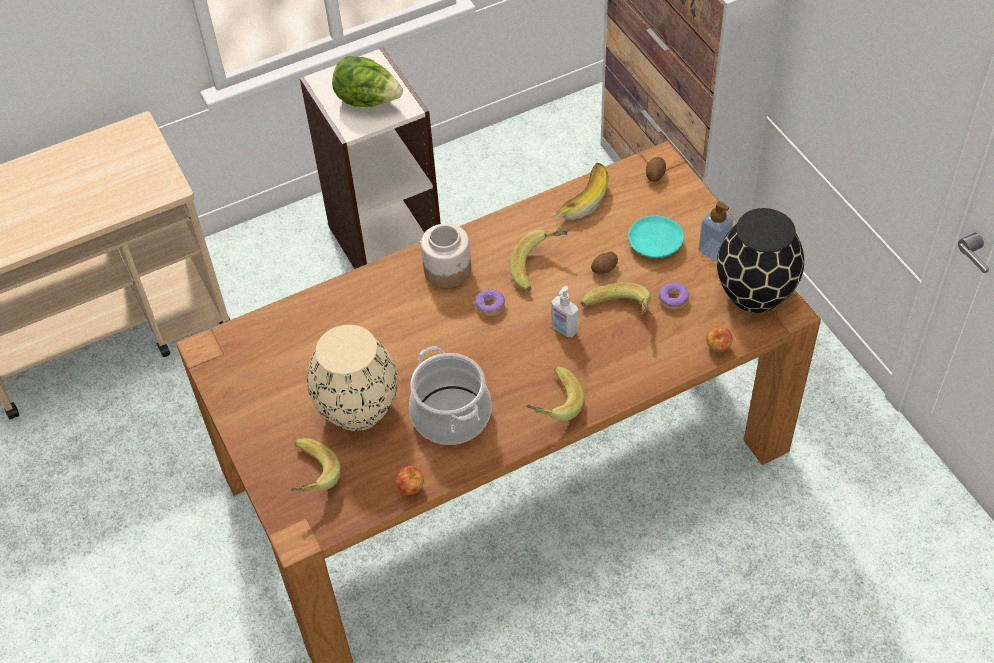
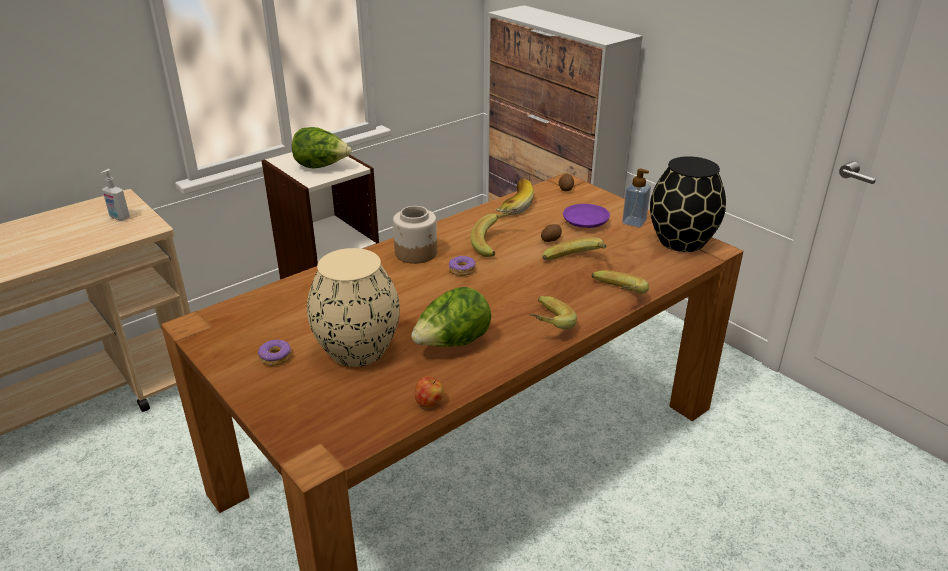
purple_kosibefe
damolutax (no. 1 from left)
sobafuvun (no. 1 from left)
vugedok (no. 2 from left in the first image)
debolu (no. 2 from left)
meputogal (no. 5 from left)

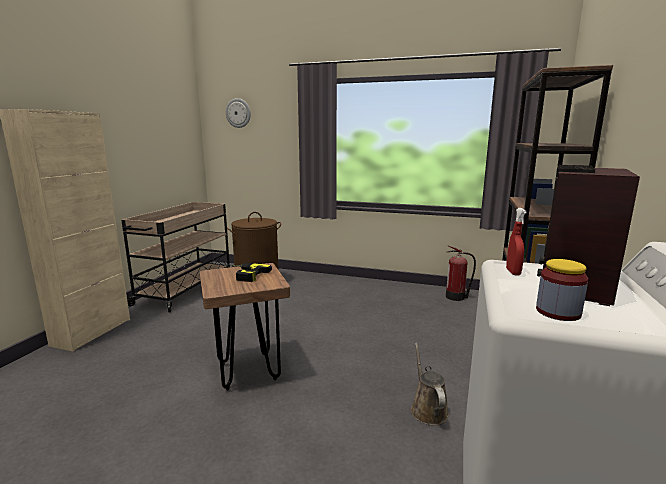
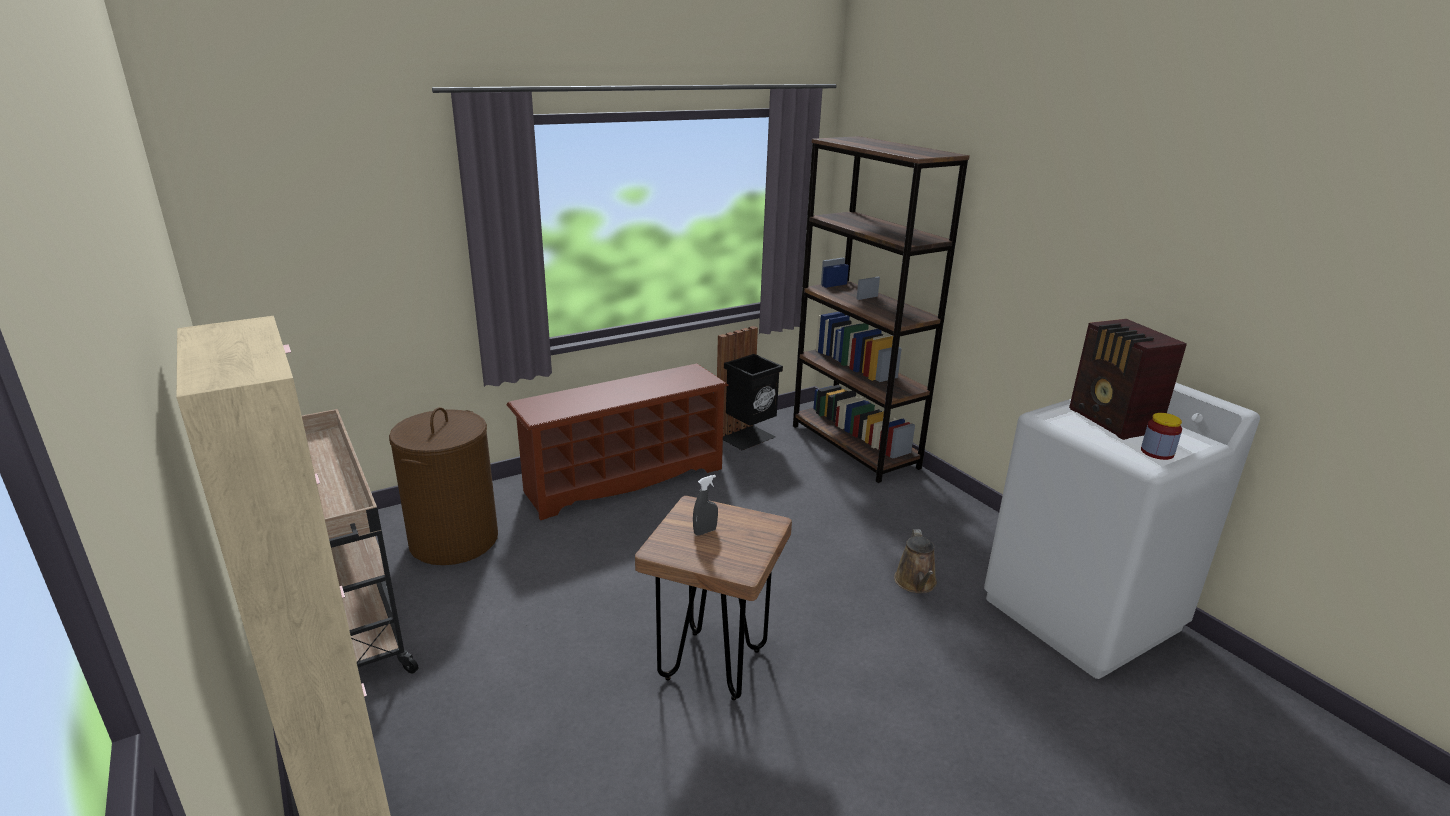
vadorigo
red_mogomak
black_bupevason
grey_mogomak
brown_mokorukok
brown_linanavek

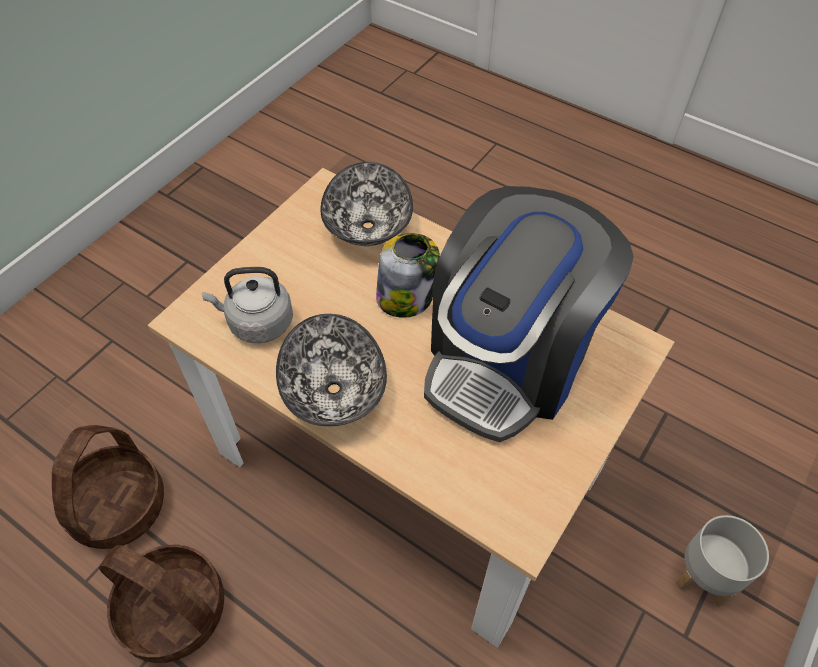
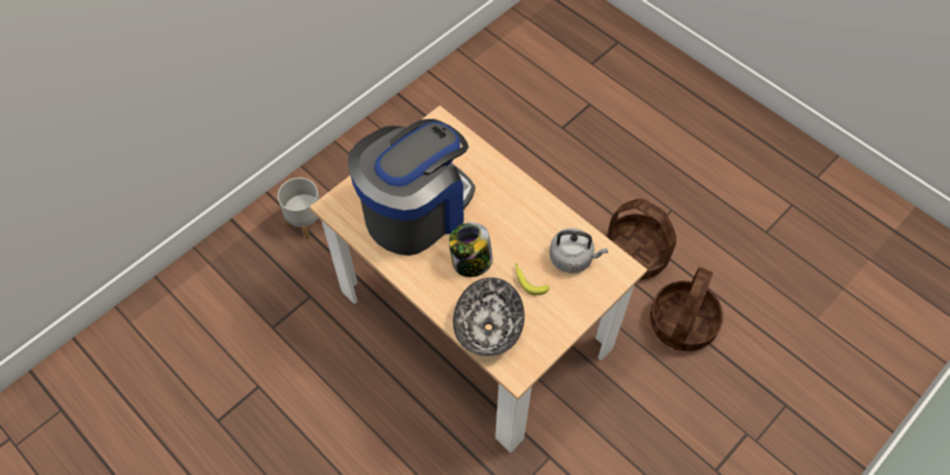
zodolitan (no. 1 from left in the first image)
meputogal

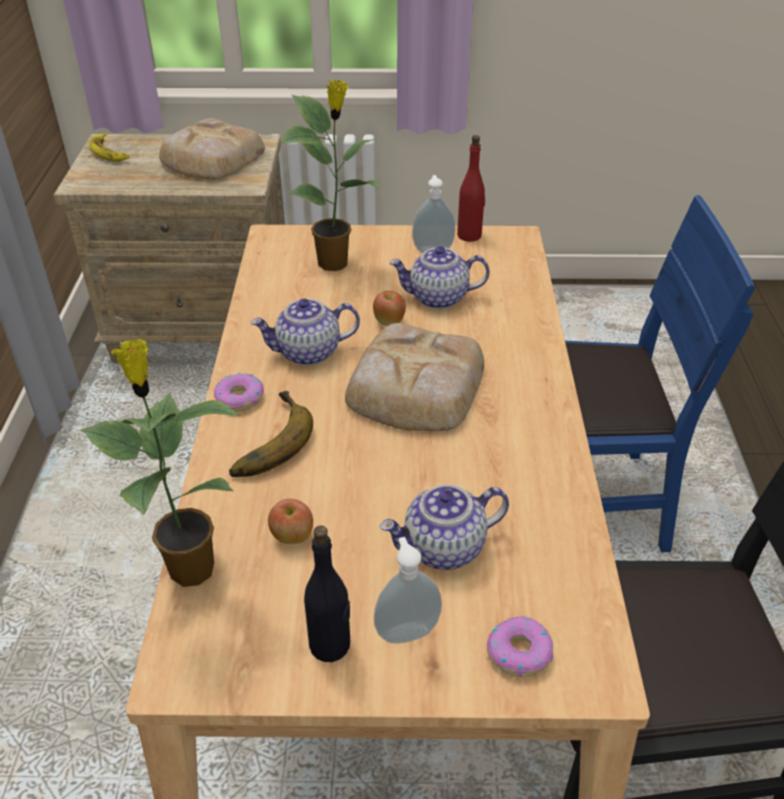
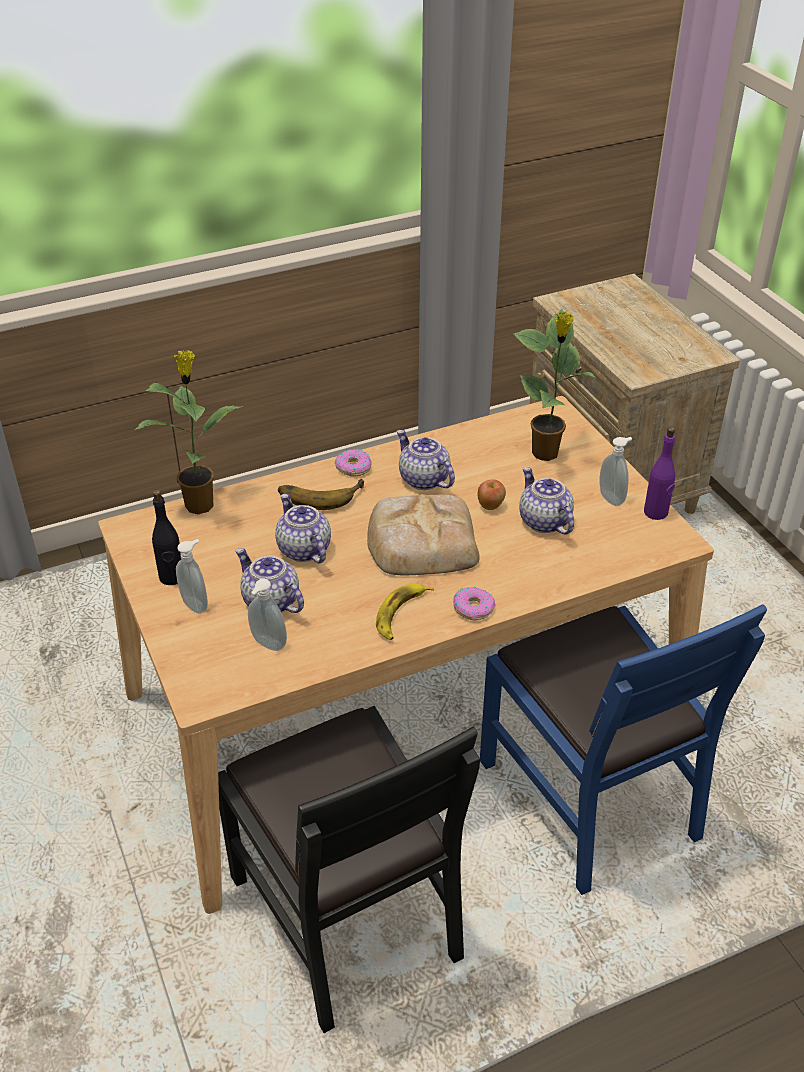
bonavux (no. 1 from left in the first image)
meputogal (no. 2 from left)
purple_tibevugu
vugedok (no. 1 from left in the first image)
damolutax (no. 2 from left)
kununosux (no. 2 from left)
sobafuvun (no. 2 from left)

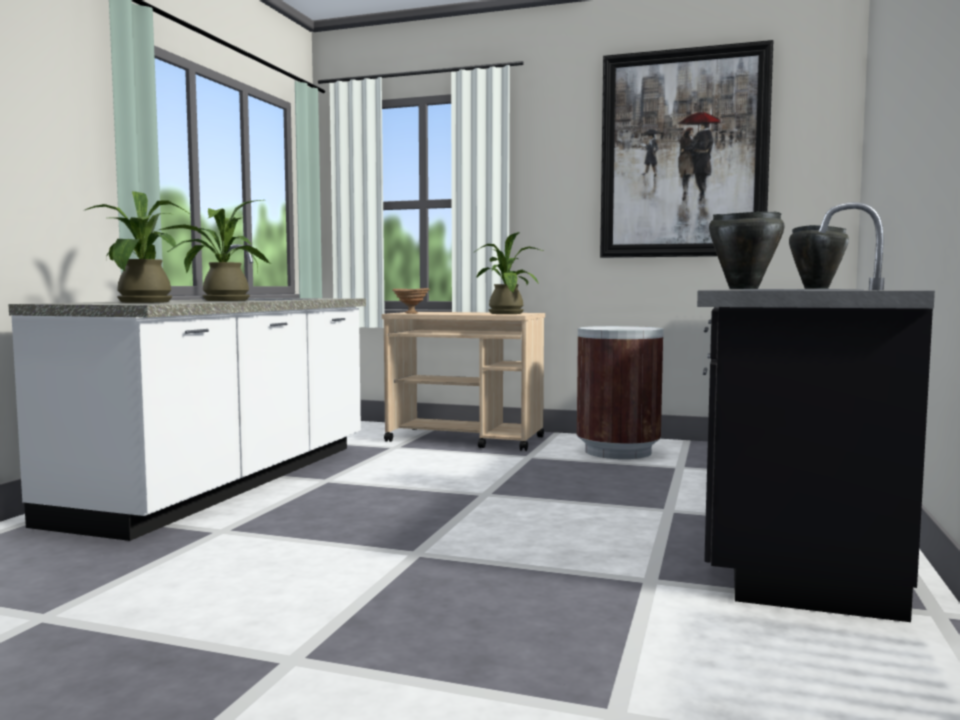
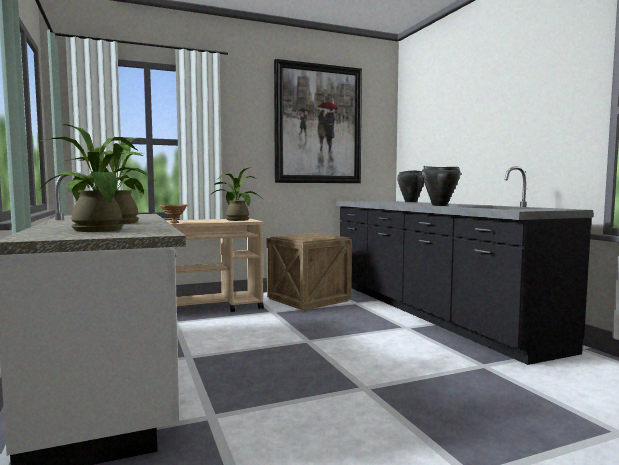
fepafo

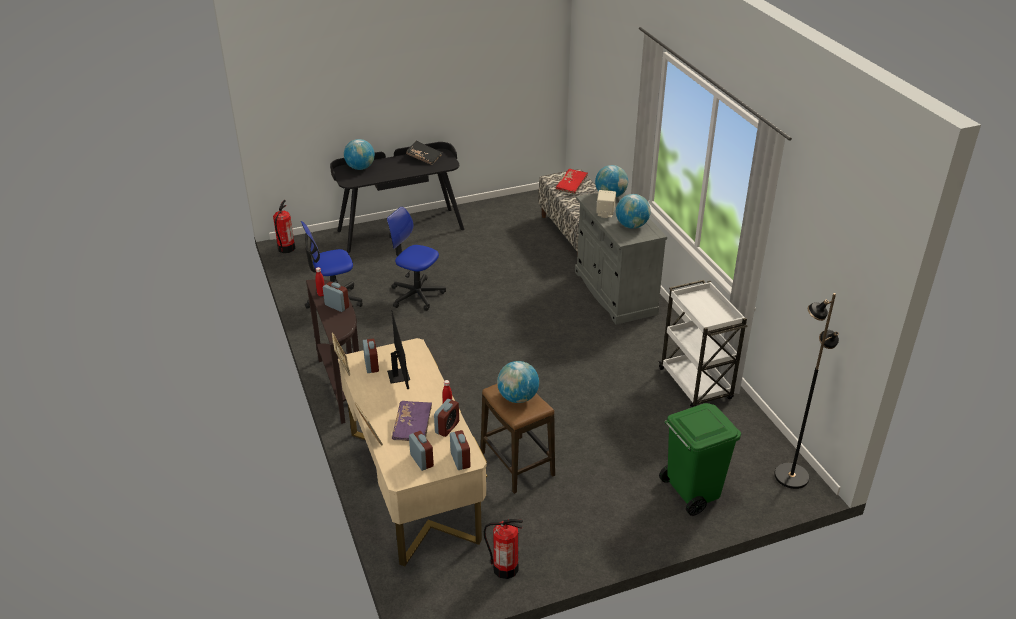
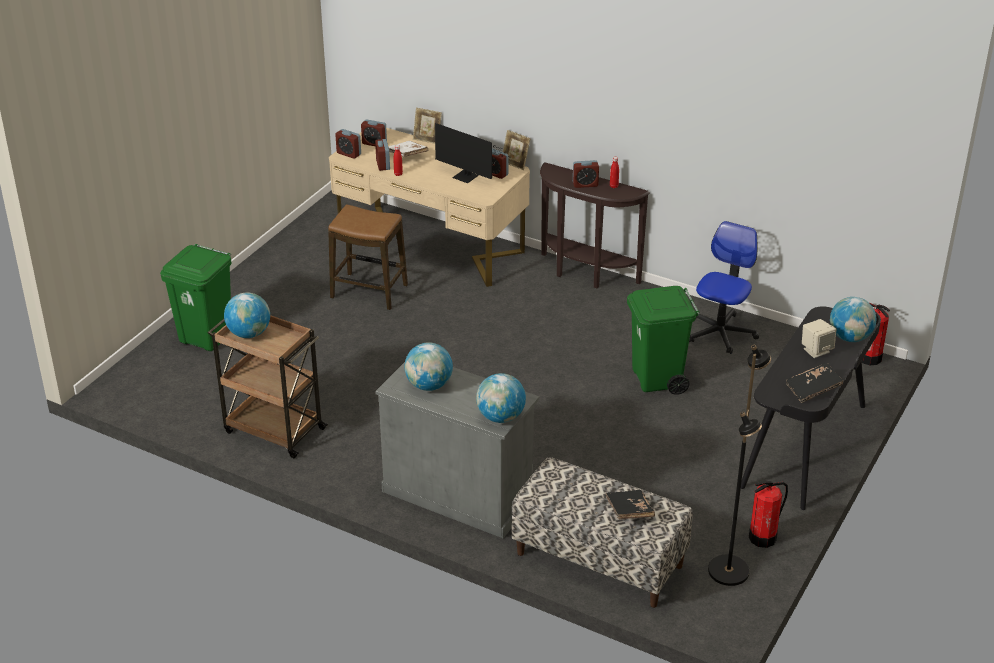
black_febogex (no. 1 from left)
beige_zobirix
green_bupevason (no. 2 from left)
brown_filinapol
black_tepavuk
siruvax (no. 1 from left)
white_febogex
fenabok (no. 1 from left)

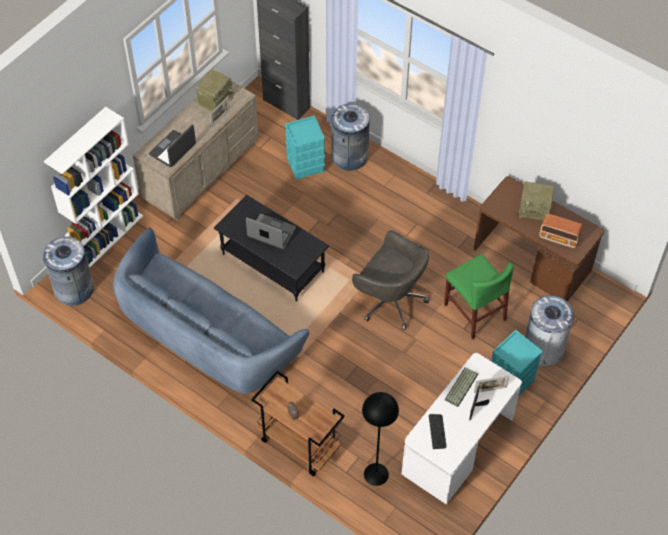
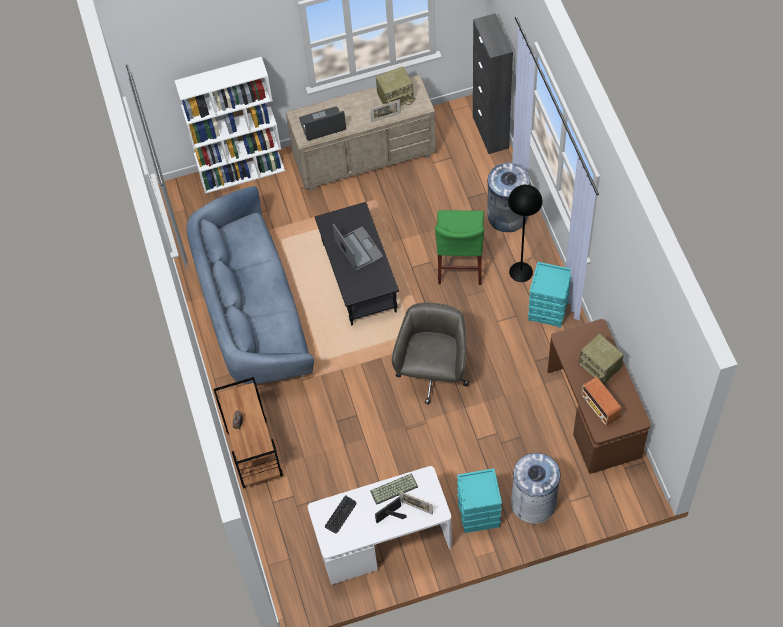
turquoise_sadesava (no. 2 from left)
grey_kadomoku
grey_bupevason (no. 1 from left in the first image)
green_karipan
black_tepavuk

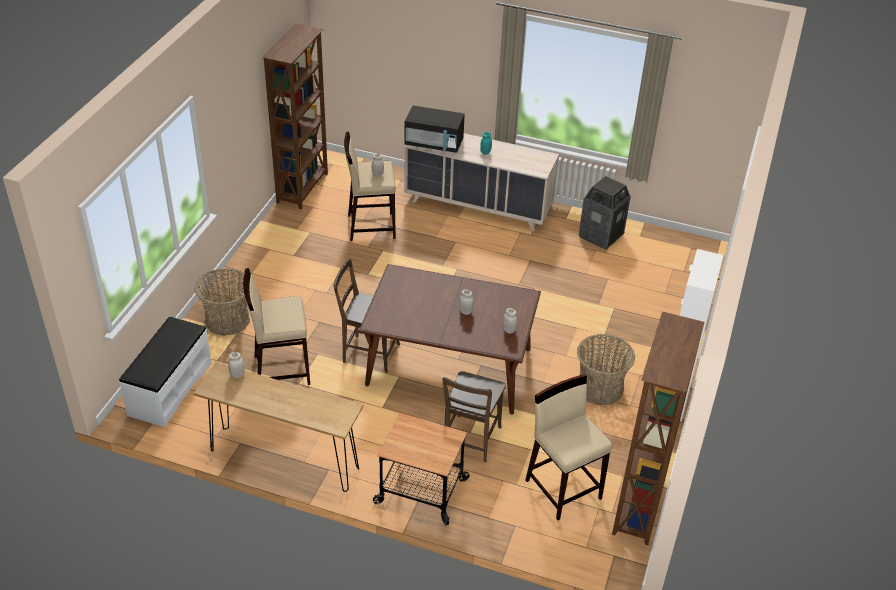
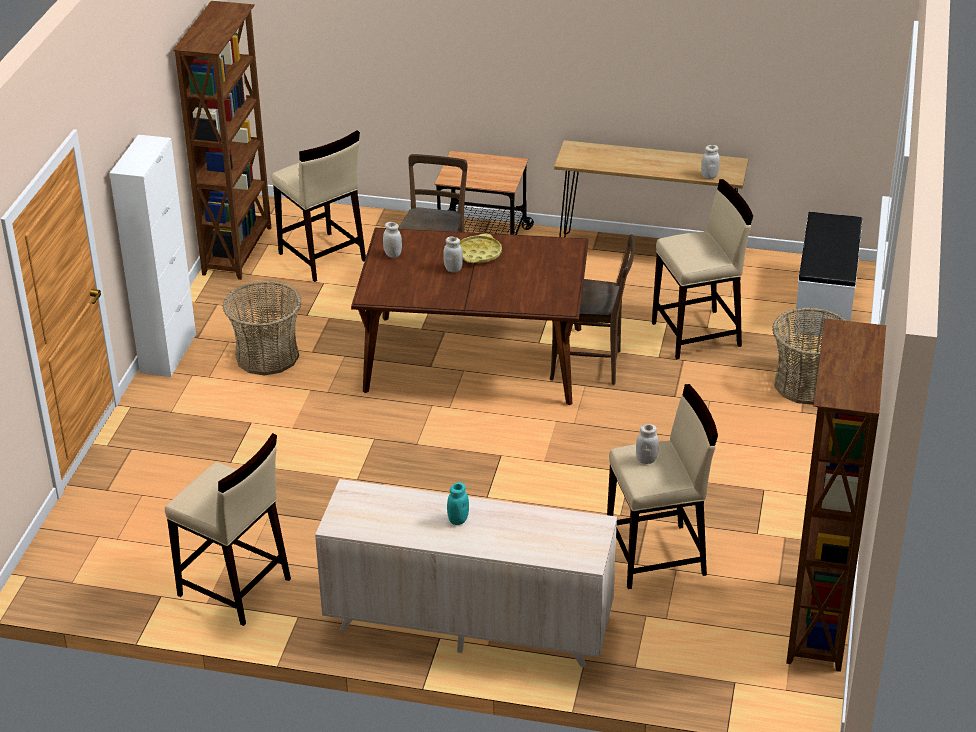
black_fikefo
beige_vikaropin (no. 1 from left)
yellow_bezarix

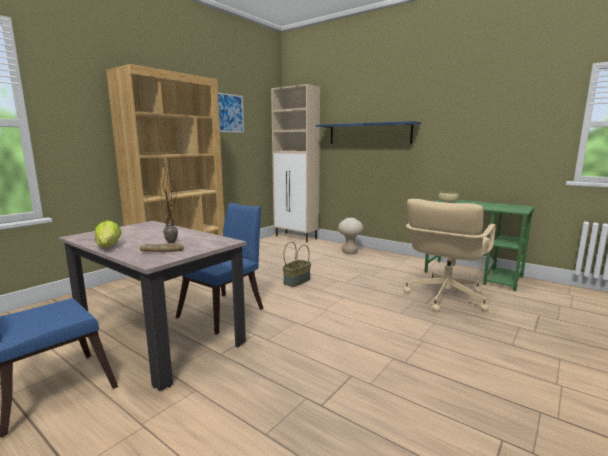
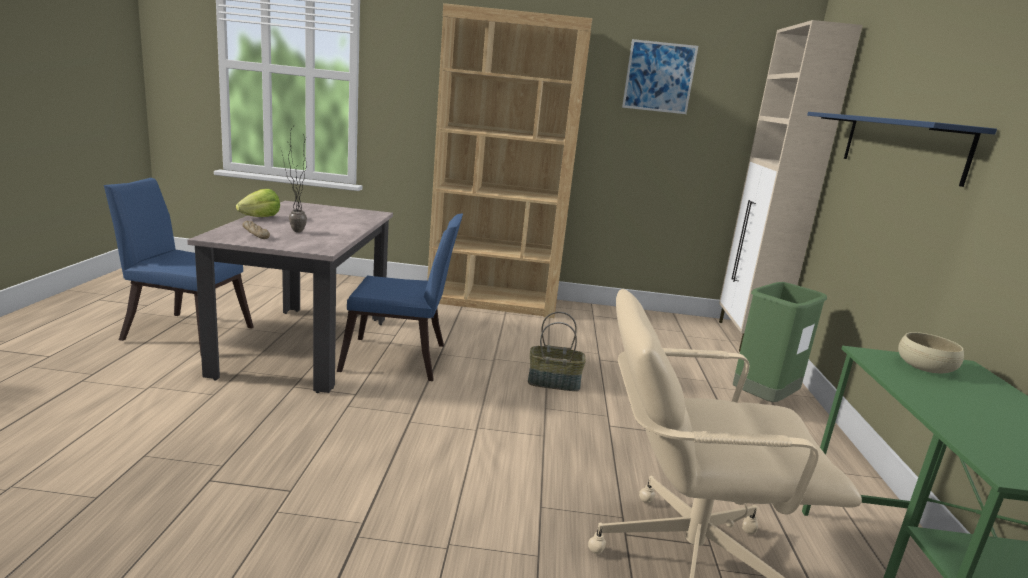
green_bupevason

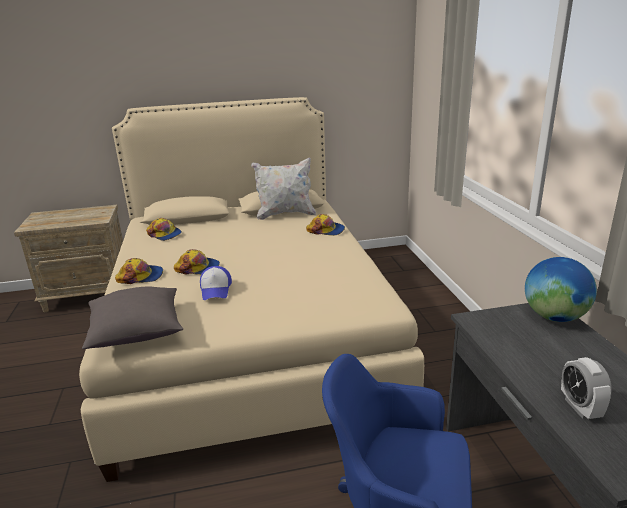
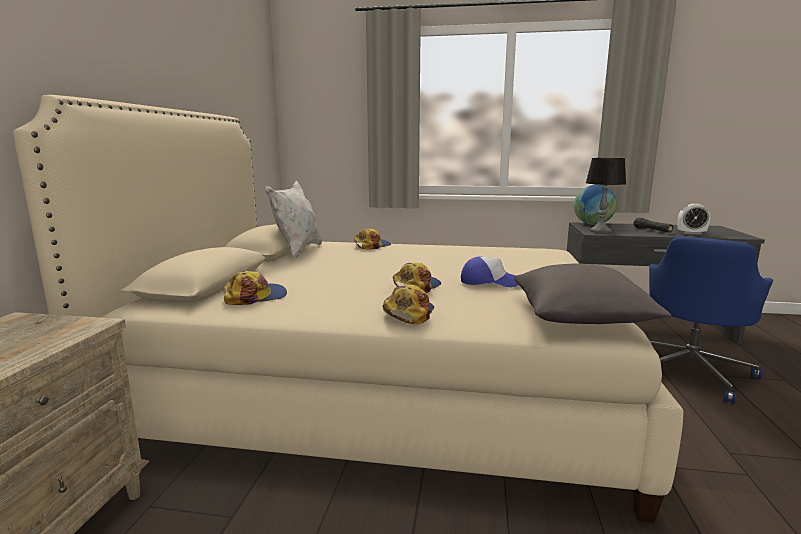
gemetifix
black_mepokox

